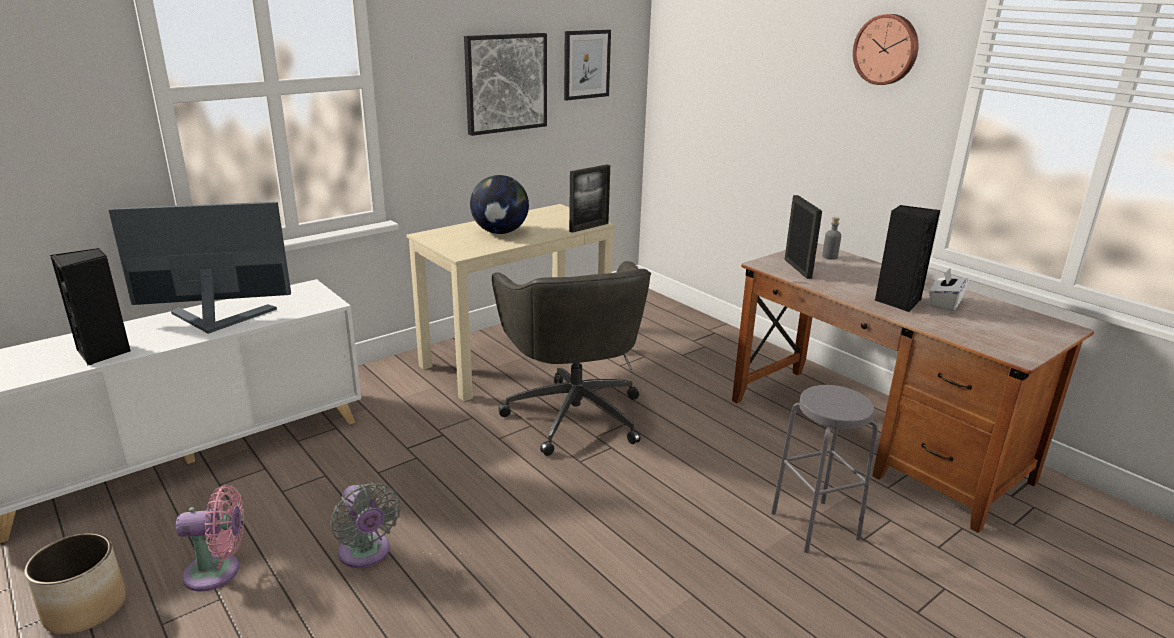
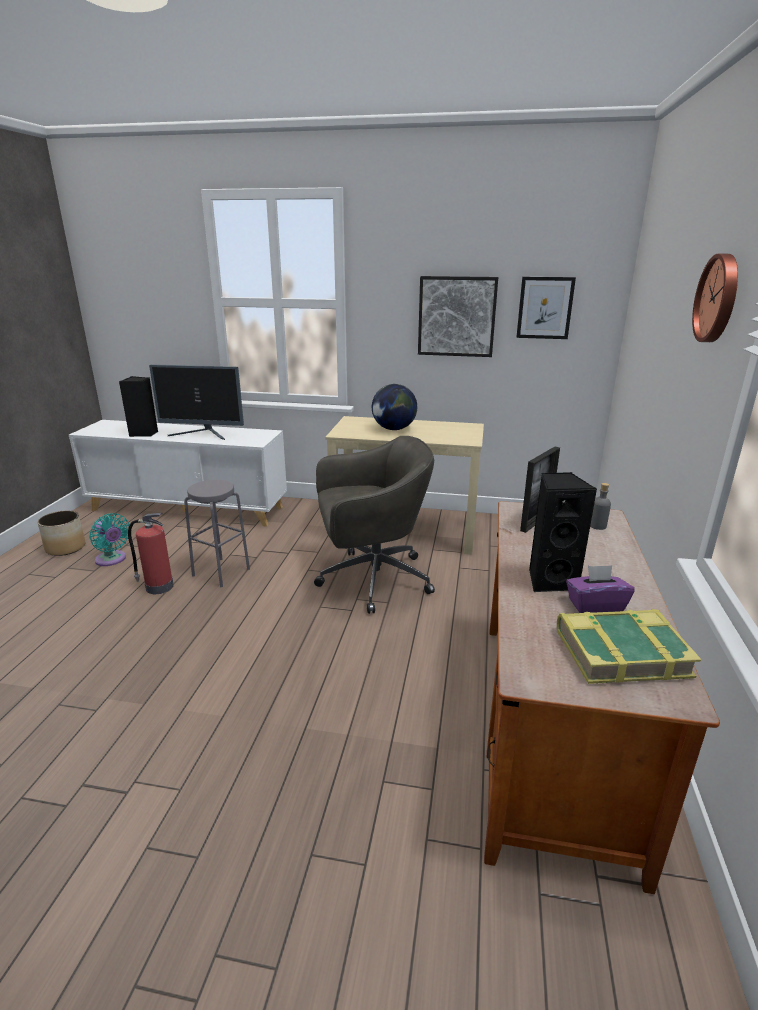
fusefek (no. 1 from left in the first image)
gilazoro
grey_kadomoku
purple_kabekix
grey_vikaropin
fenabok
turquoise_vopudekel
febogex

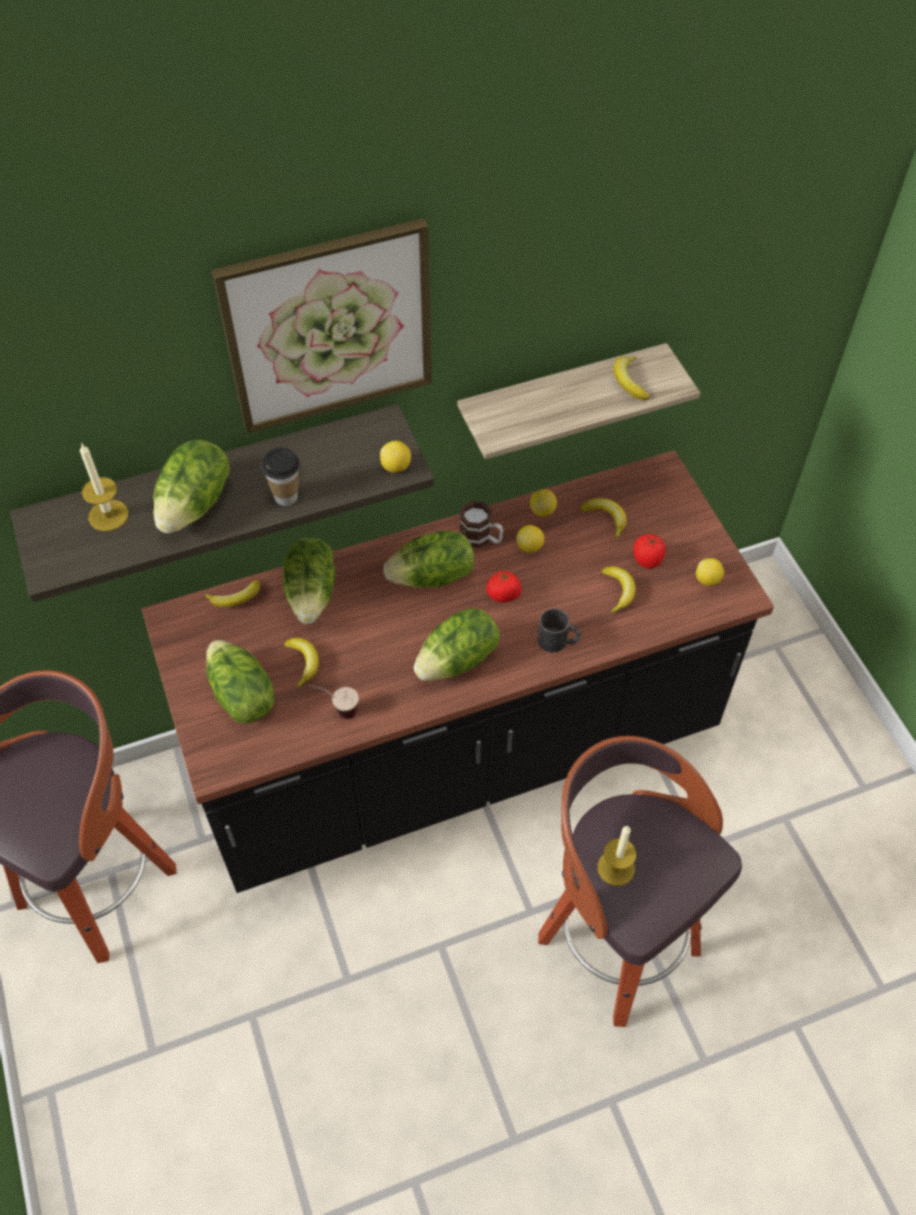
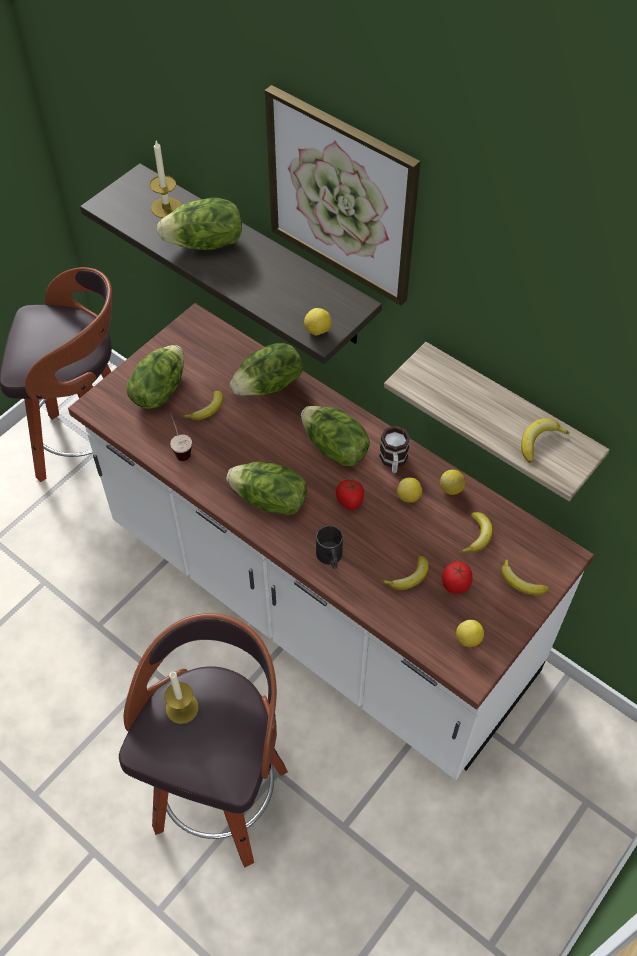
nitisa (no. 1 from left in the first image)
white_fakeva
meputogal (no. 4 from left)

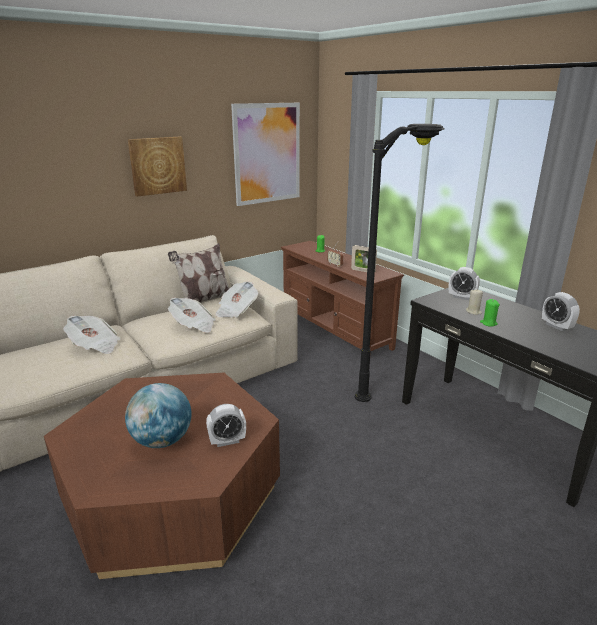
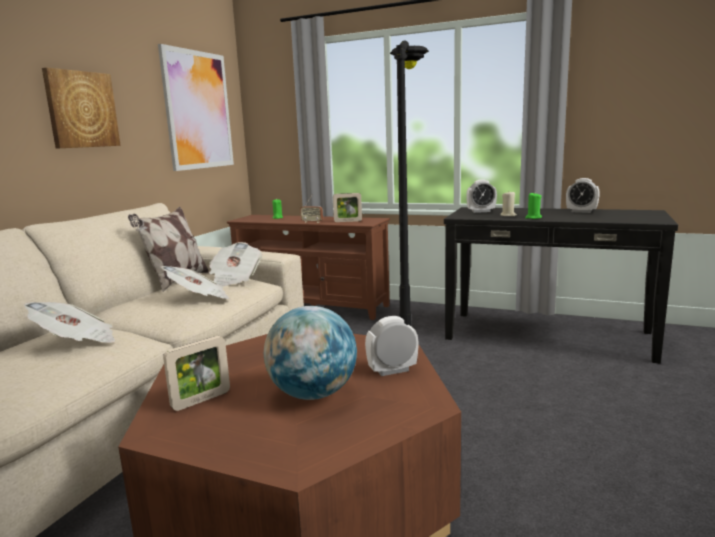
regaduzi (no. 1 from left)
fusefek (no. 1 from left)

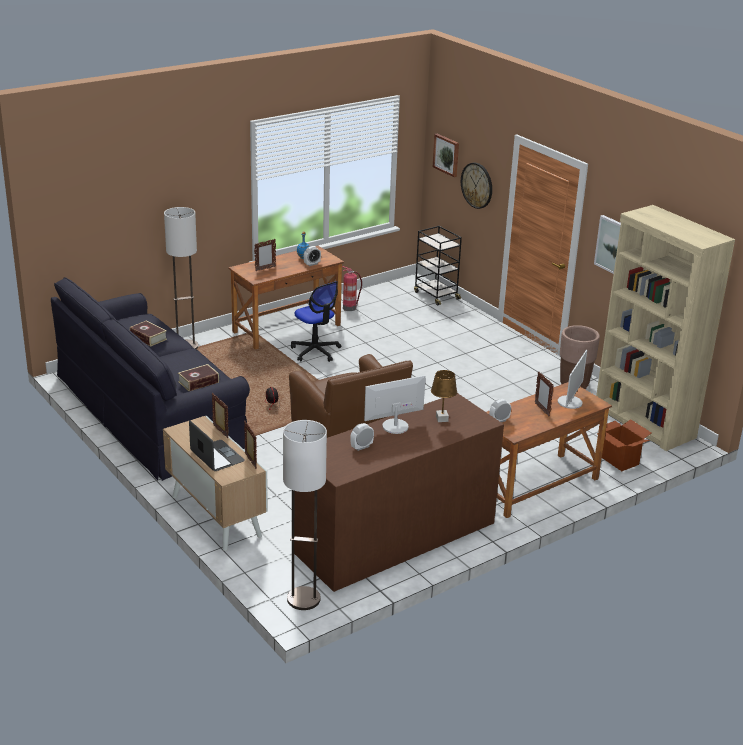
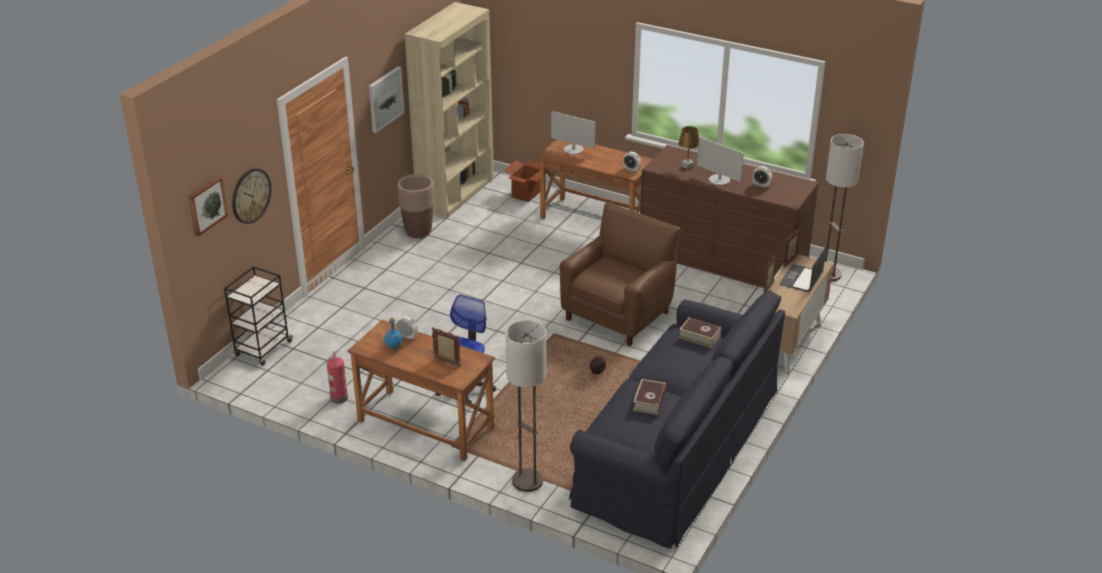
gilazoro (no. 1 from left)
fusefek (no. 4 from left in the first image)

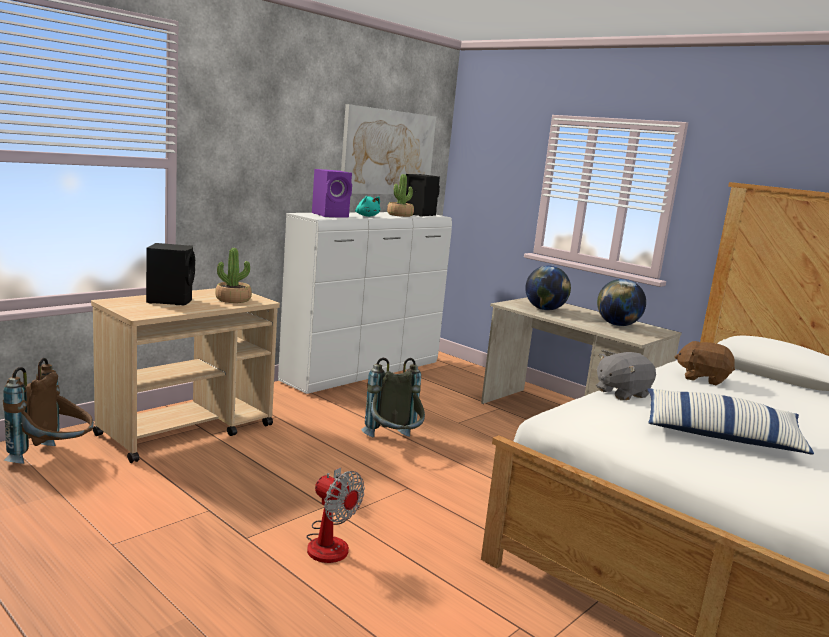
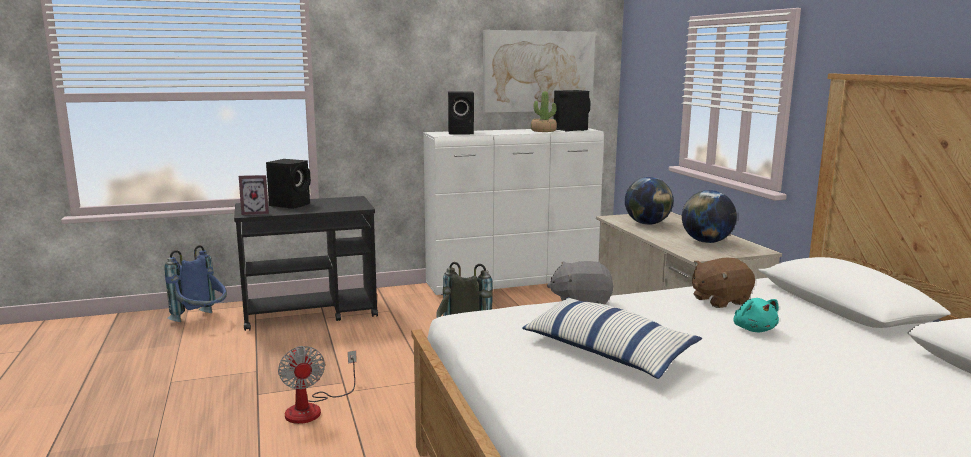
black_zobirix (no. 2 from left)
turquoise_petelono
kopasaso (no. 1 from left in the first image)
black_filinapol
brown_petelono
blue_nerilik
fusefek

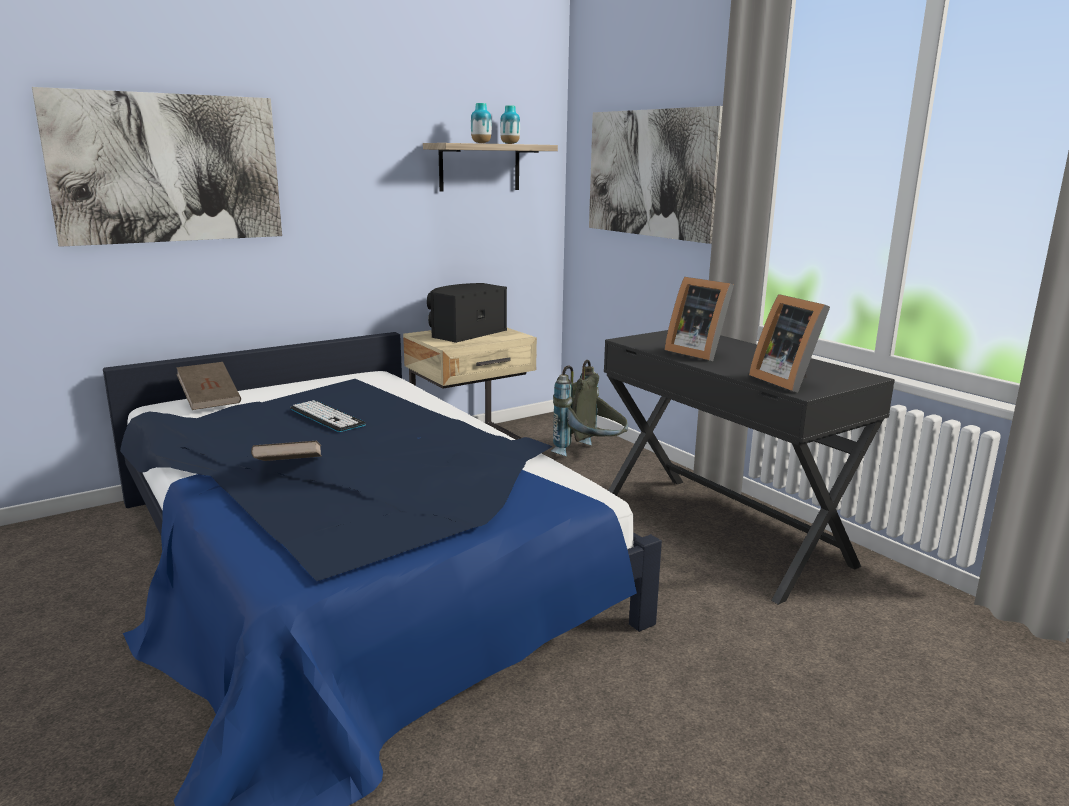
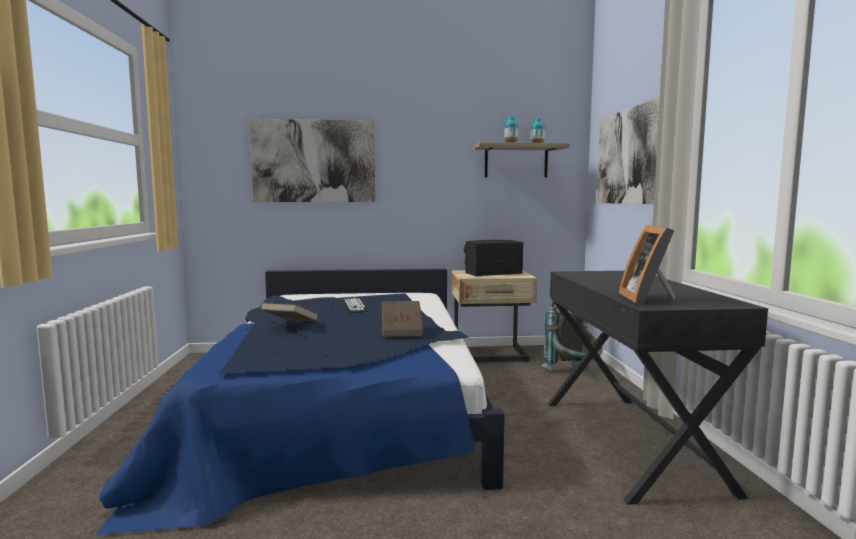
fusefek (no. 1 from left in the first image)
brown_febogex (no. 2 from left)

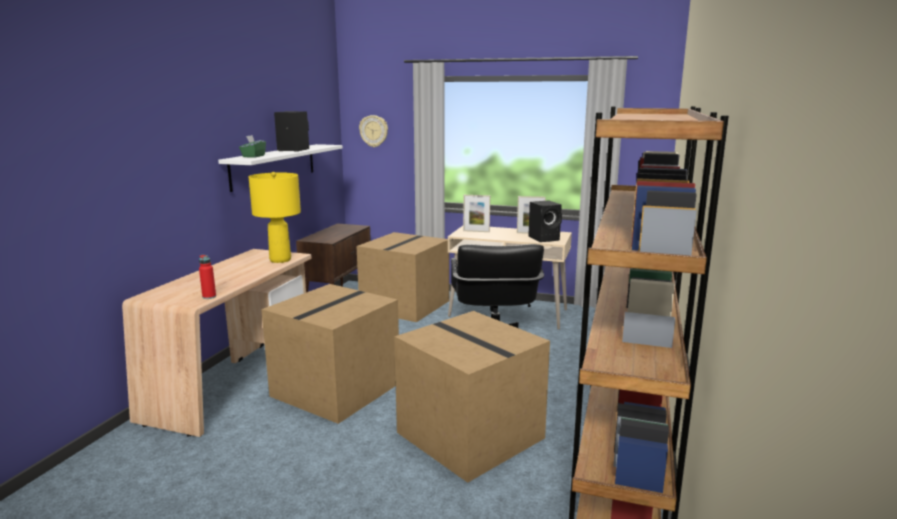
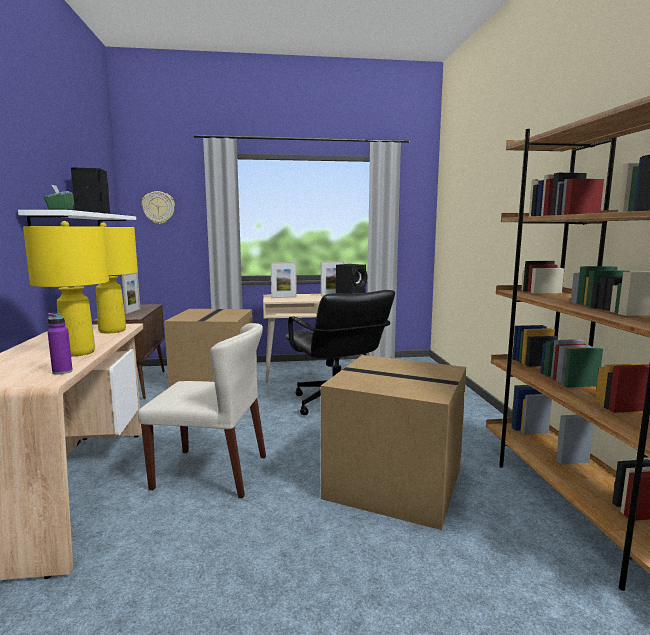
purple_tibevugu
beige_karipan
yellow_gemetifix (no. 1 from left)
fusefek (no. 1 from left)

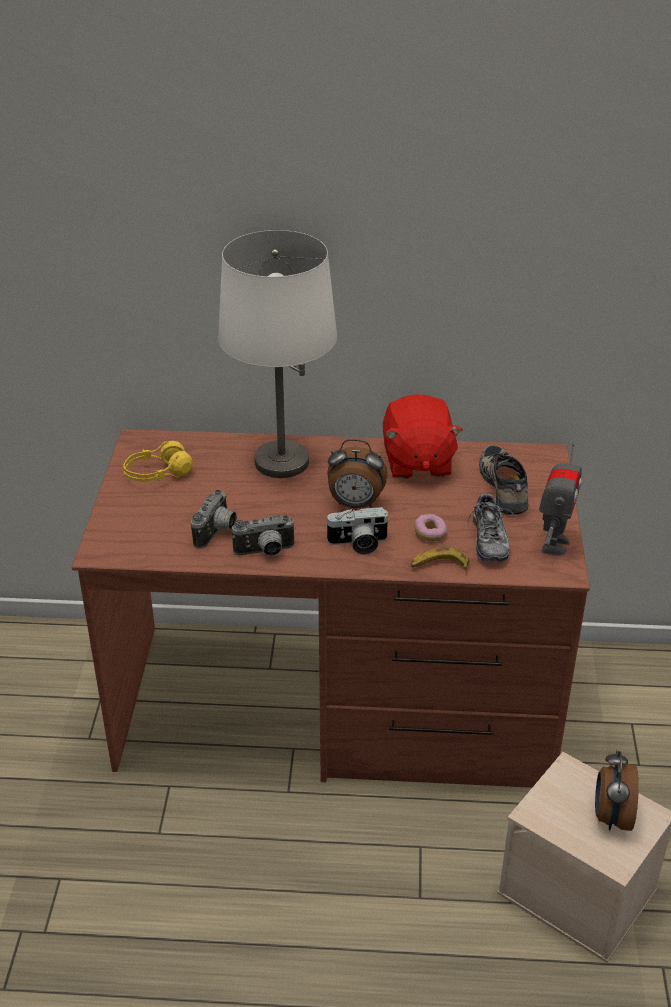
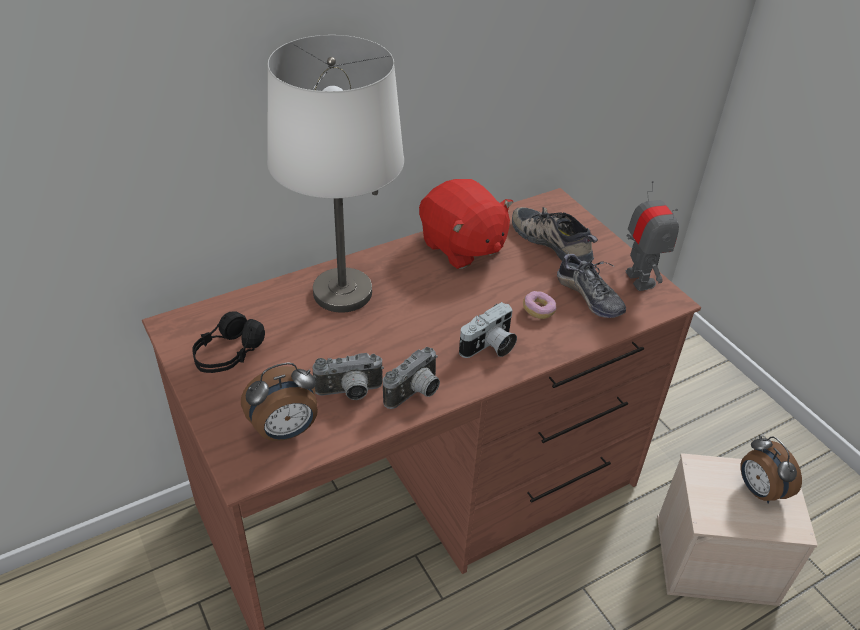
regaduzi (no. 1 from left)
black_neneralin
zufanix (no. 1 from left)
meputogal

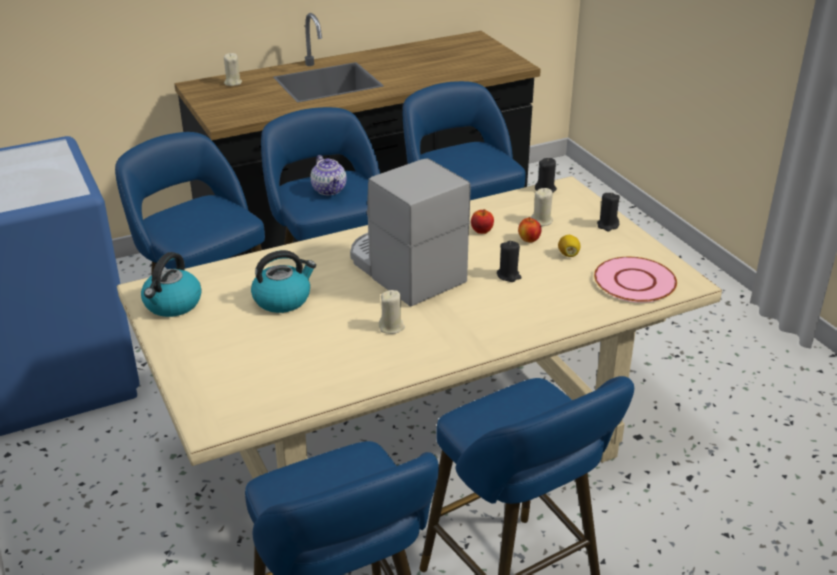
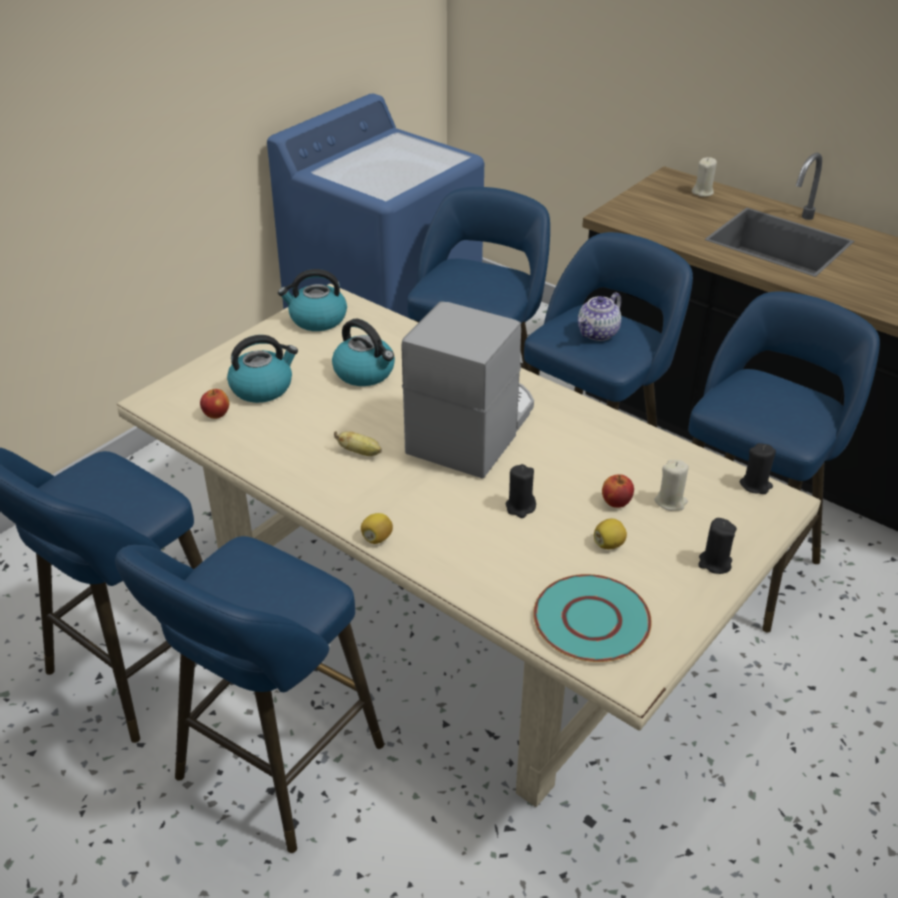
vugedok (no. 1 from left)
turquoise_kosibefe
meputogal
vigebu (no. 1 from left)
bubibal (no. 1 from left)

